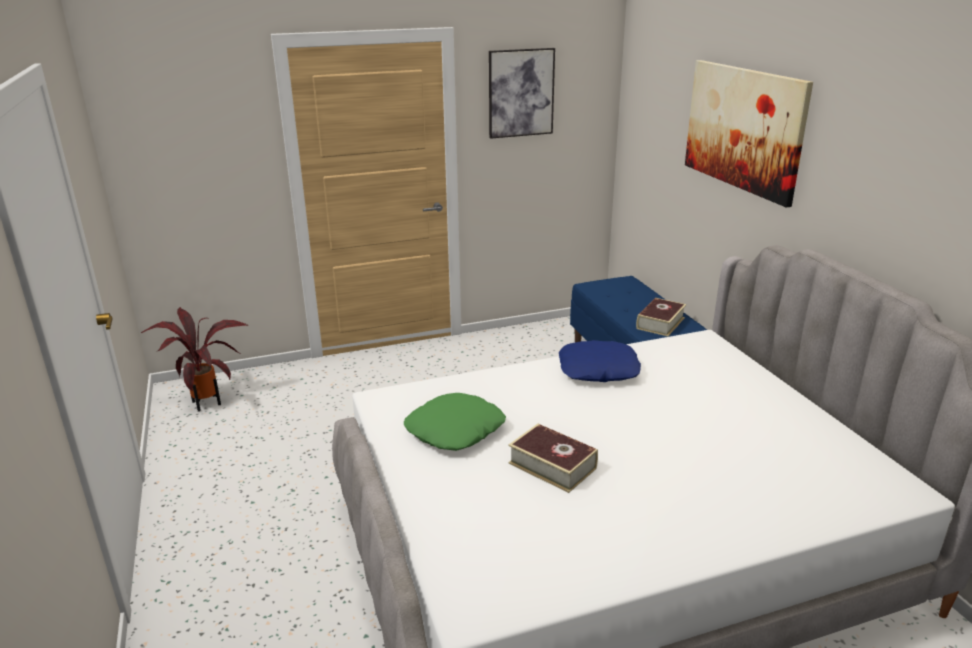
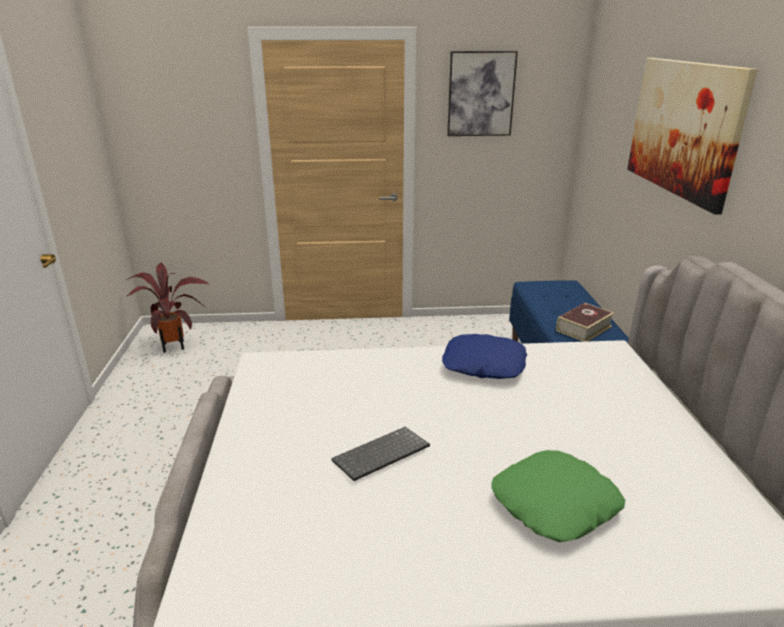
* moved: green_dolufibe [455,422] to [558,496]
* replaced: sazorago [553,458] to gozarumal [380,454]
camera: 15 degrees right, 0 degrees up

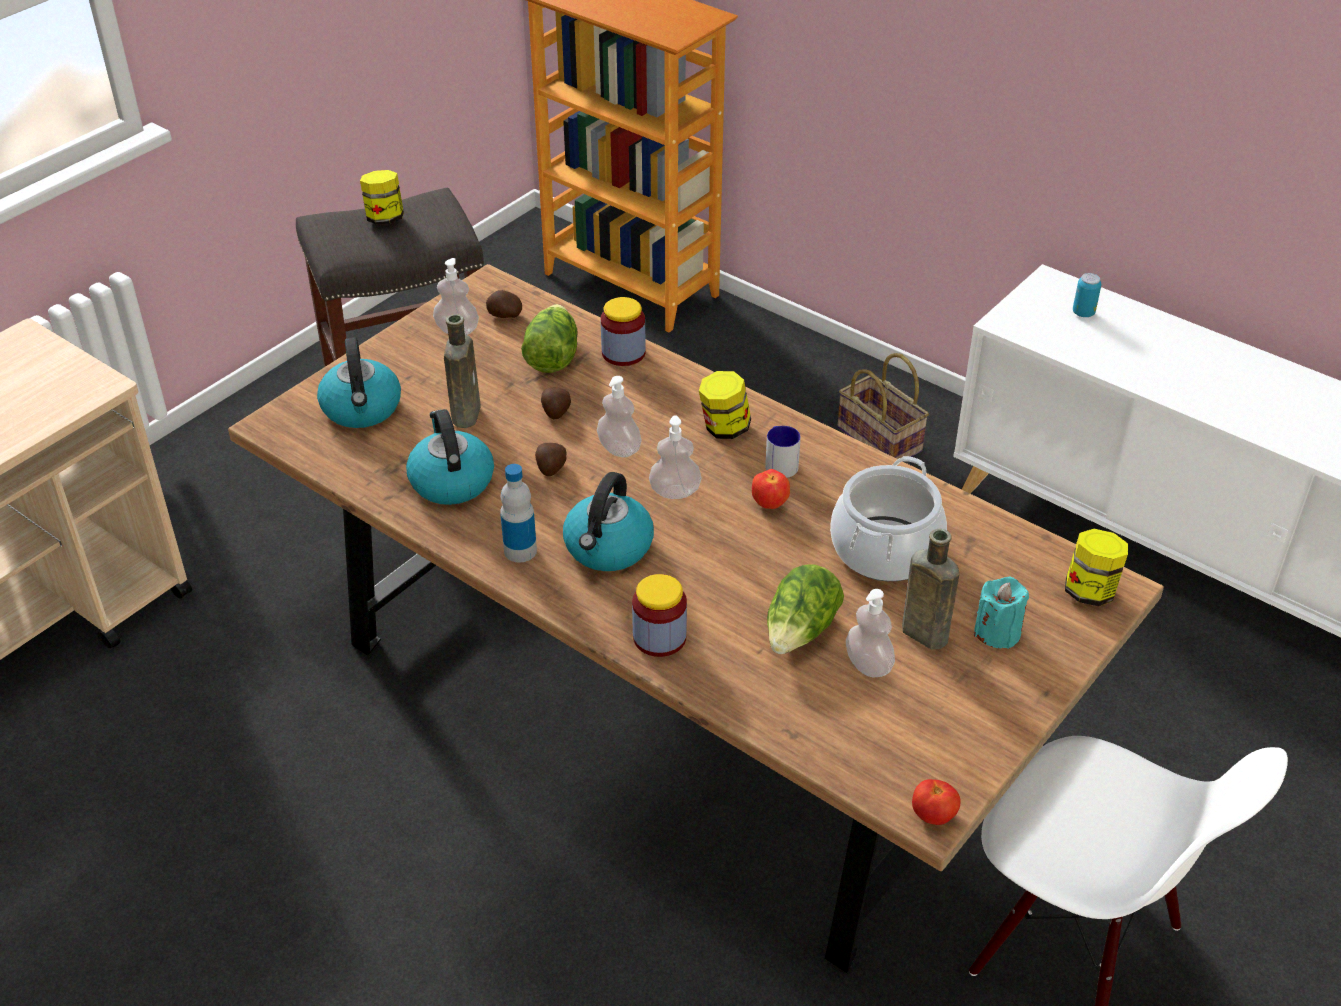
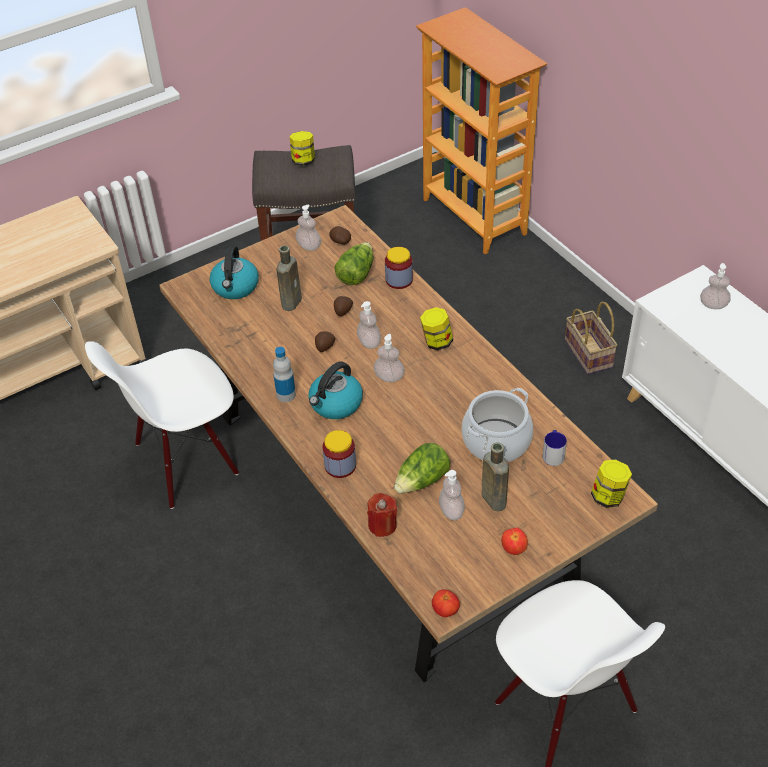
* replaced: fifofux [1087,295] to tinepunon [715,286]
* removed: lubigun [450,457]
* moved: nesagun [783,452] to [554,448]
* moved: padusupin [771,489] to [514,541]
* removed: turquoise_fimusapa [1001,612]
* added: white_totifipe [162,425]
* added: red_fimusapa [382,515]
camera: 20 degrees right, 5 degrees up

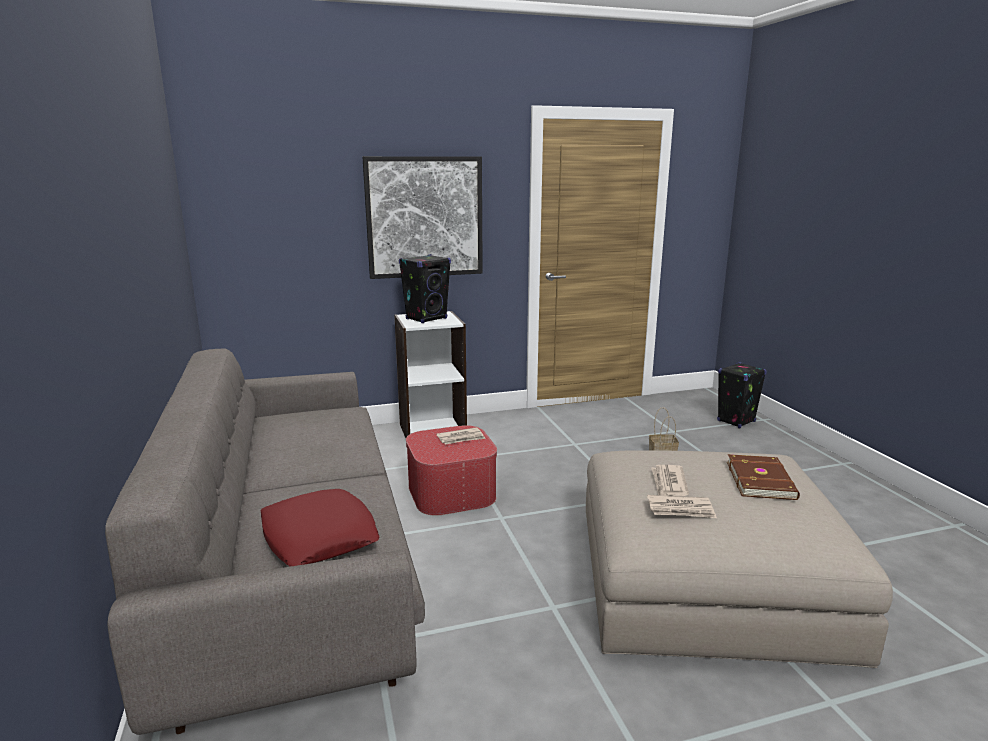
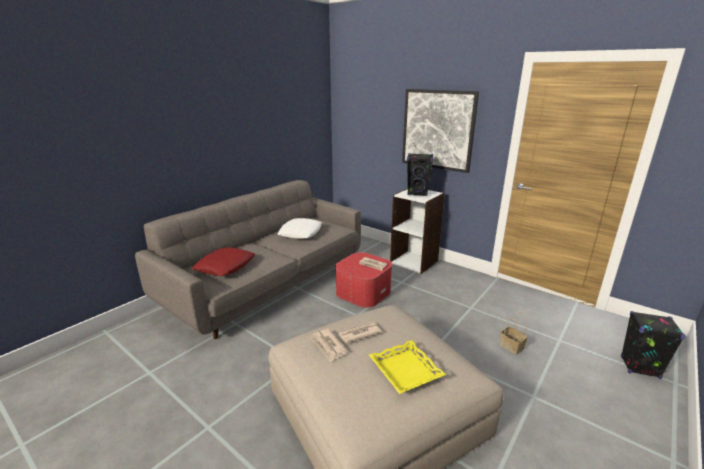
* replaced: brown_sazorago [763,477] to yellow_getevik [407,367]
* added: white_dolufibe [300,228]
camera: 55 degrees right, 5 degrees up

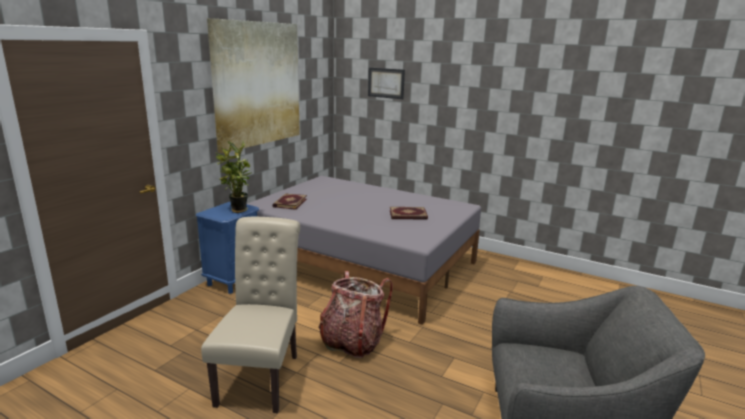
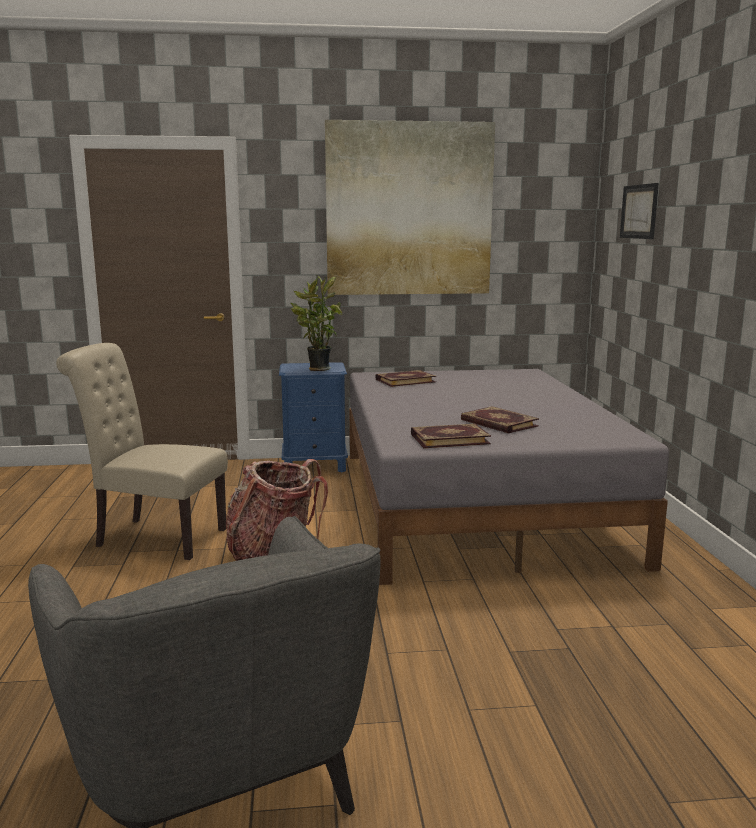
* turned: beige_totifipe [250,315] = [142,451] 135 degrees counterclockwise
* added: sazorago [451,436]
camera: 55 degrees right, 5 degrees down

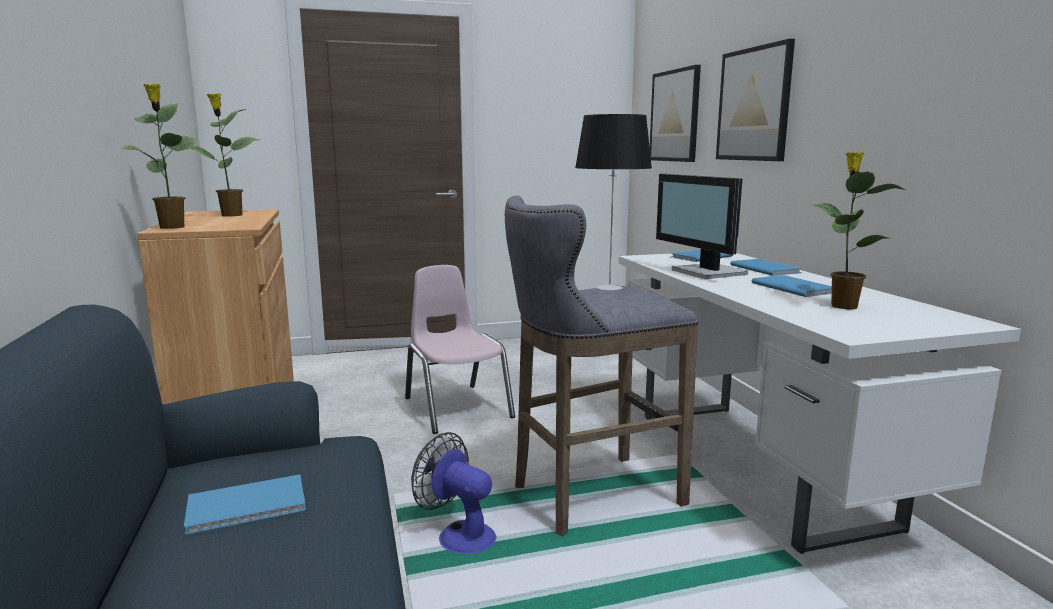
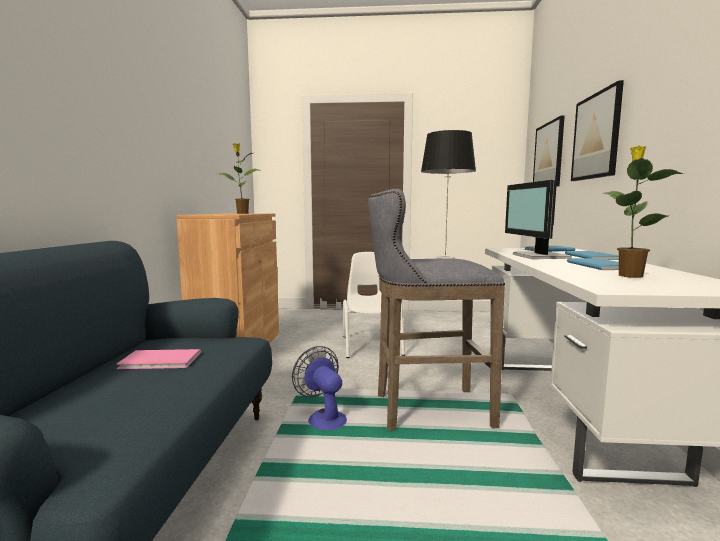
* removed: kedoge [158,156]
* recoloured: pink_totifipe [460,349] to white_totifipe [374,305]
* recoloured: blue_sazorago [245,504] to pink_sazorago [159,359]
camera: 20 degrees right, 5 degrees down

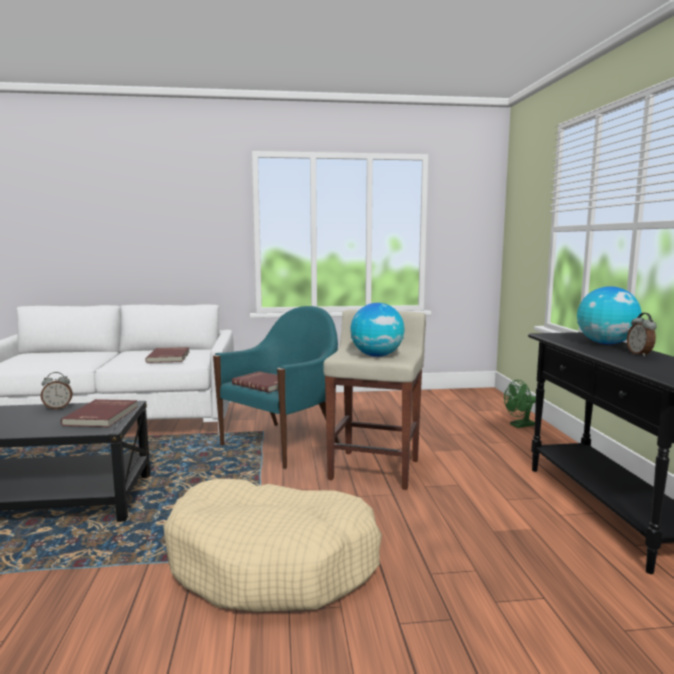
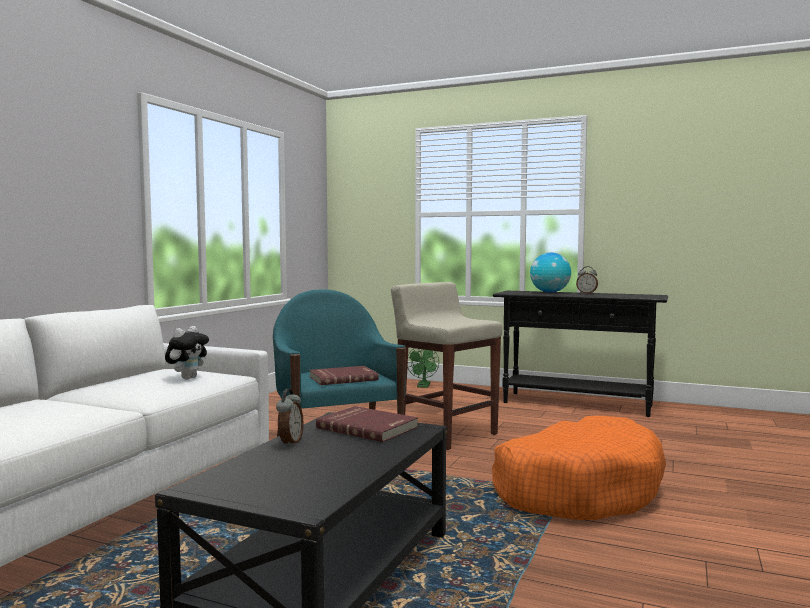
* removed: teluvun [377,330]
* replaced: red_sazorago [167,355] to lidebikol [187,353]
* recoloured: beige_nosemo [272,545] to orange_nosemo [579,468]
camera: 60 degrees left, 5 degrees down

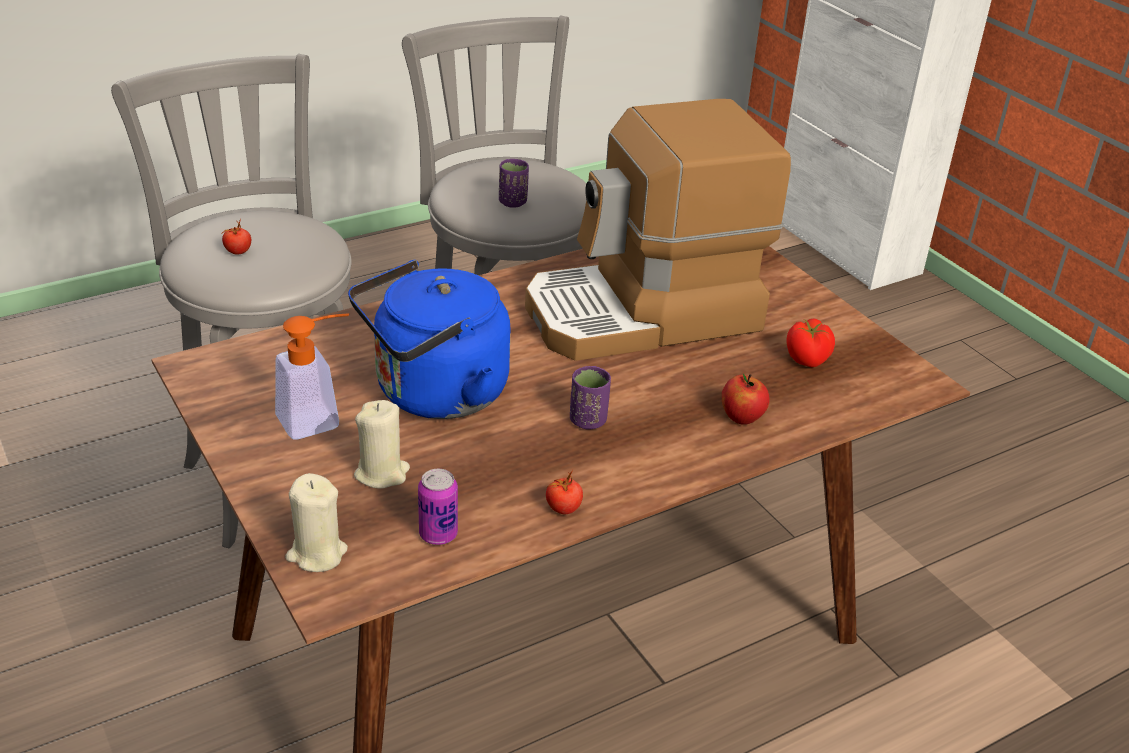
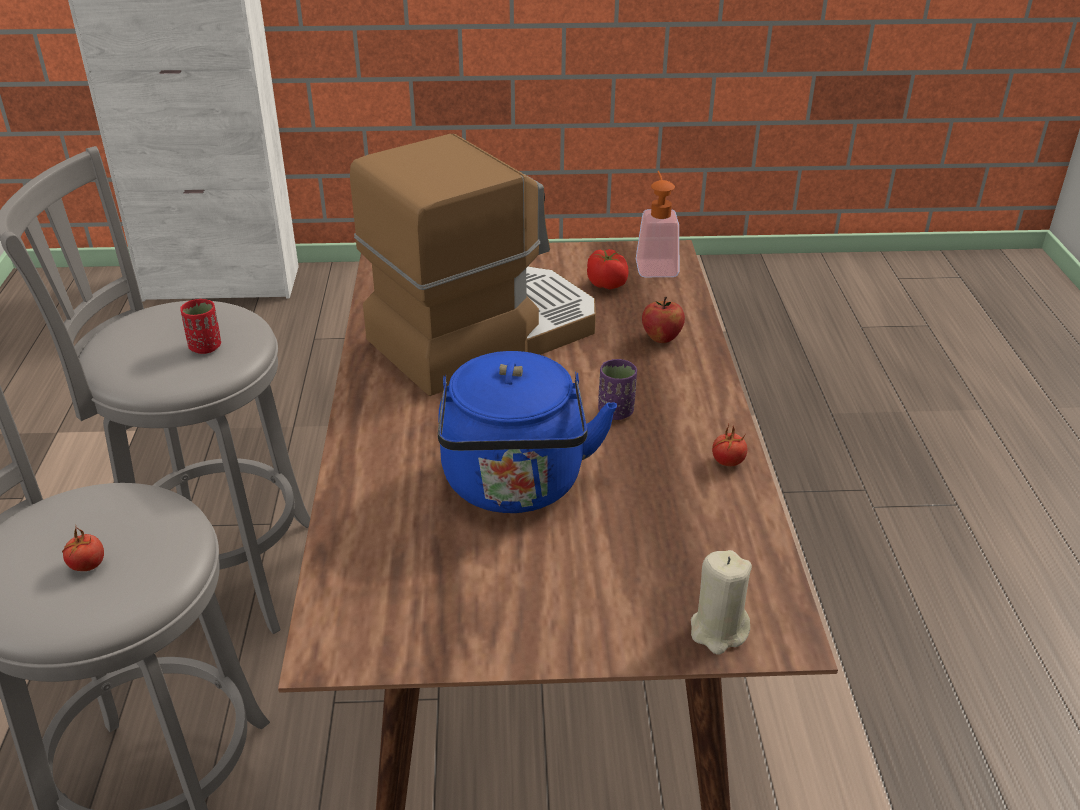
* turned: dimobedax [658,230] = [473,265] 135 degrees counterclockwise
* recoloured: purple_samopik [514,183] to red_samopik [201,326]
* moved: tinepunon [312,376] to [657,224]
* removed: beige_fimusapa [382,444]
* removed: fifofux [438,507]
camera: 60 degrees left, 0 degrees up

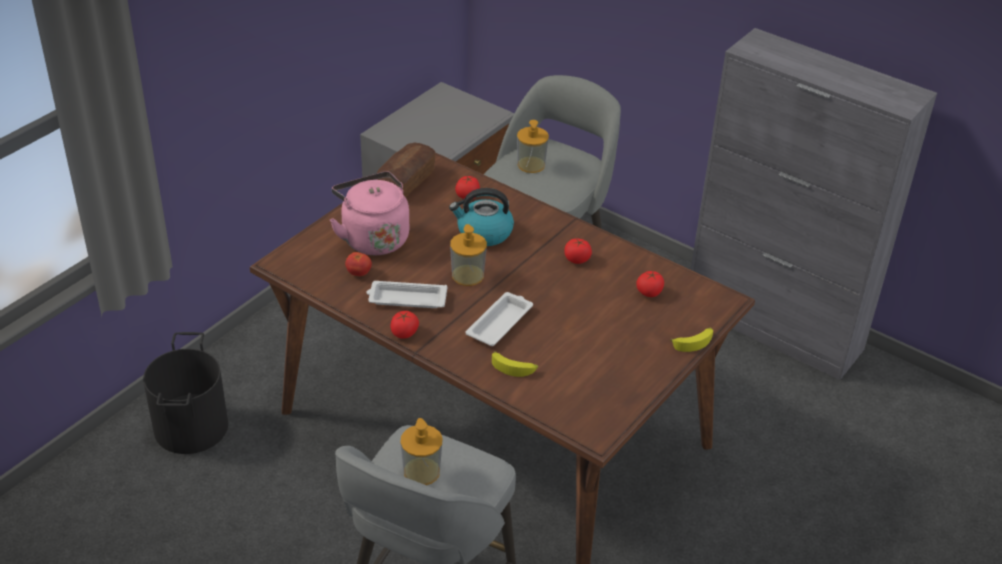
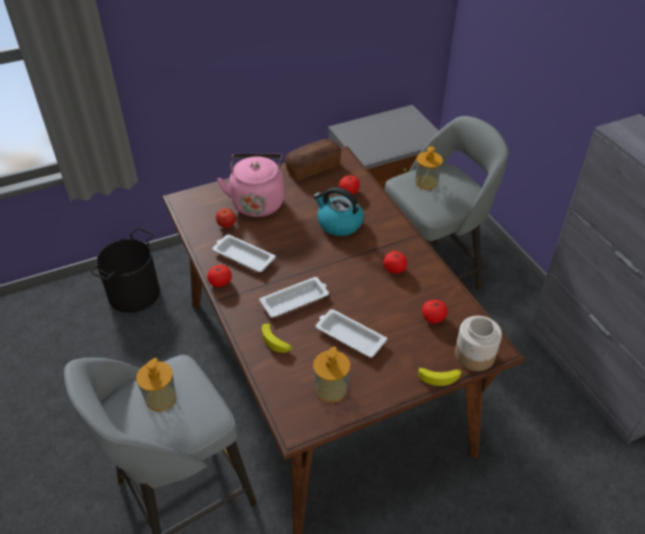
* moved: tinepunon [468,255] to [331,374]
* added: white_getevik [351,333]
* added: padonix [478,343]
camera: 30 degrees right, 5 degrees up

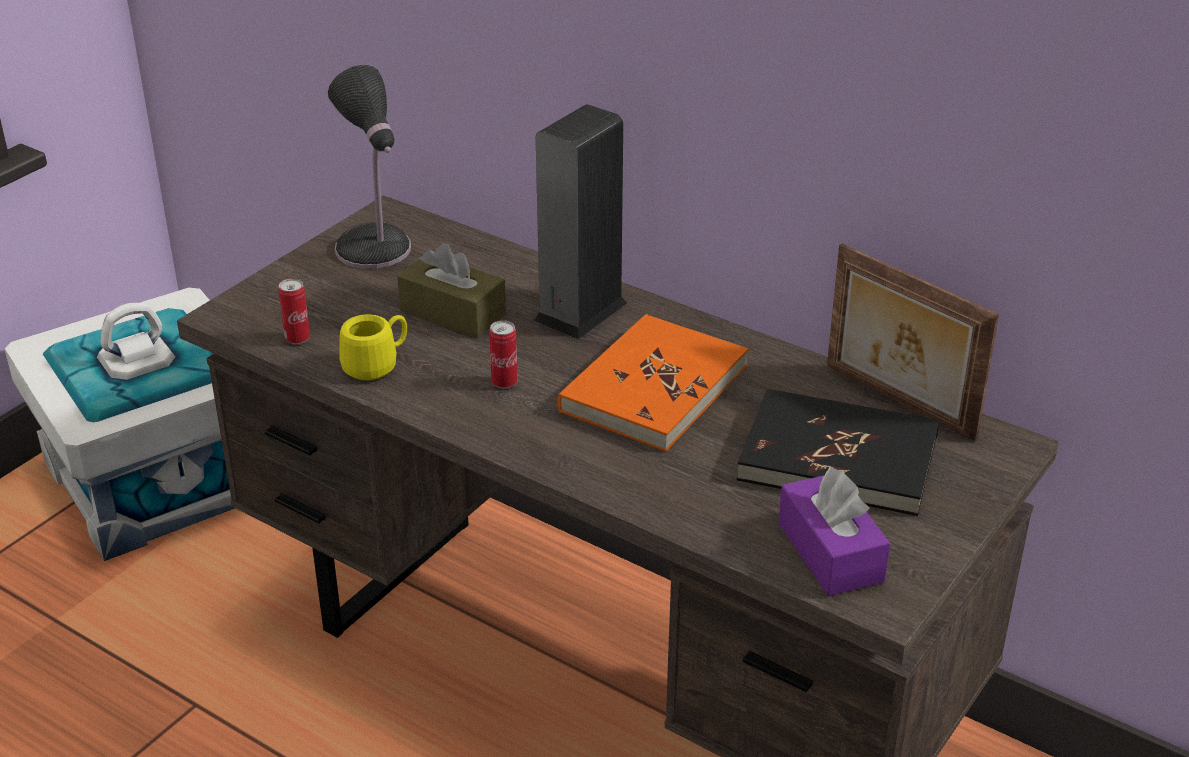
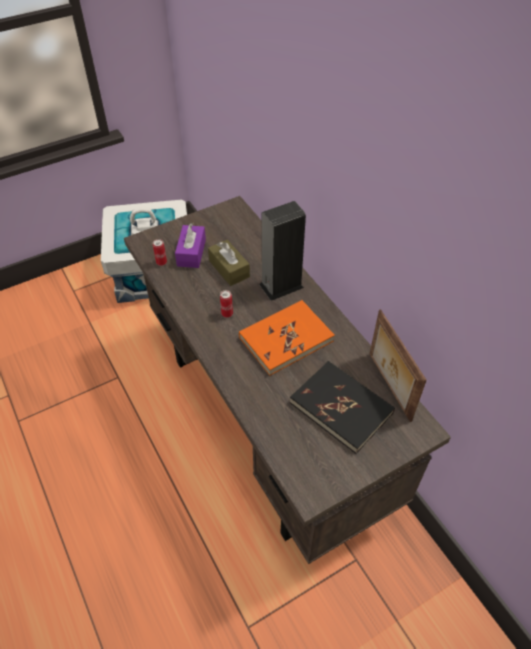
* removed: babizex [369,166]
* removed: yellow_nesagun [373,347]
* moved: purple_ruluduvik [834,531] to [190,245]
camera: 25 degrees right, 15 degrees up

